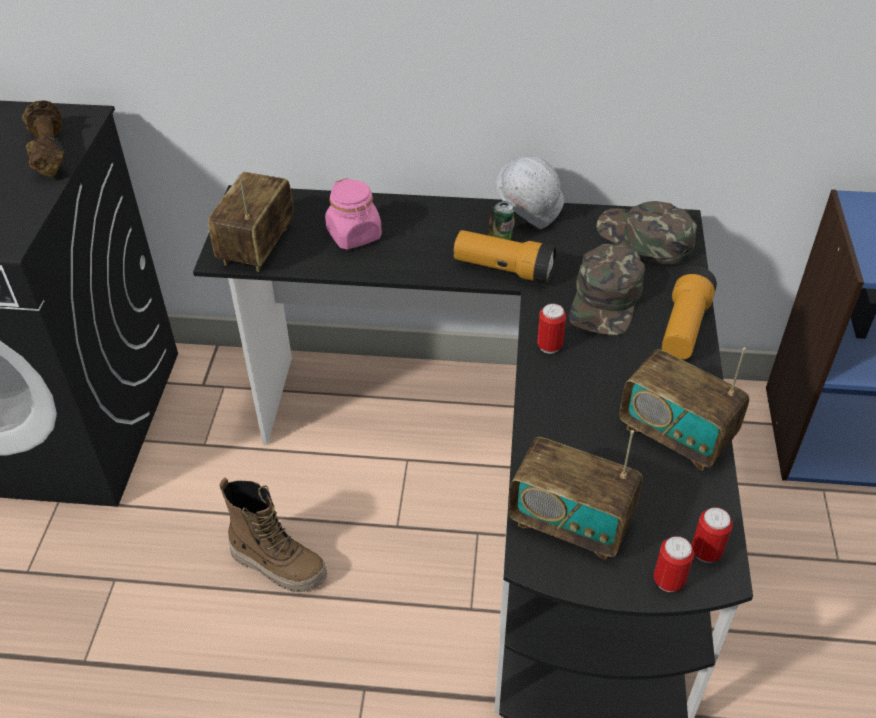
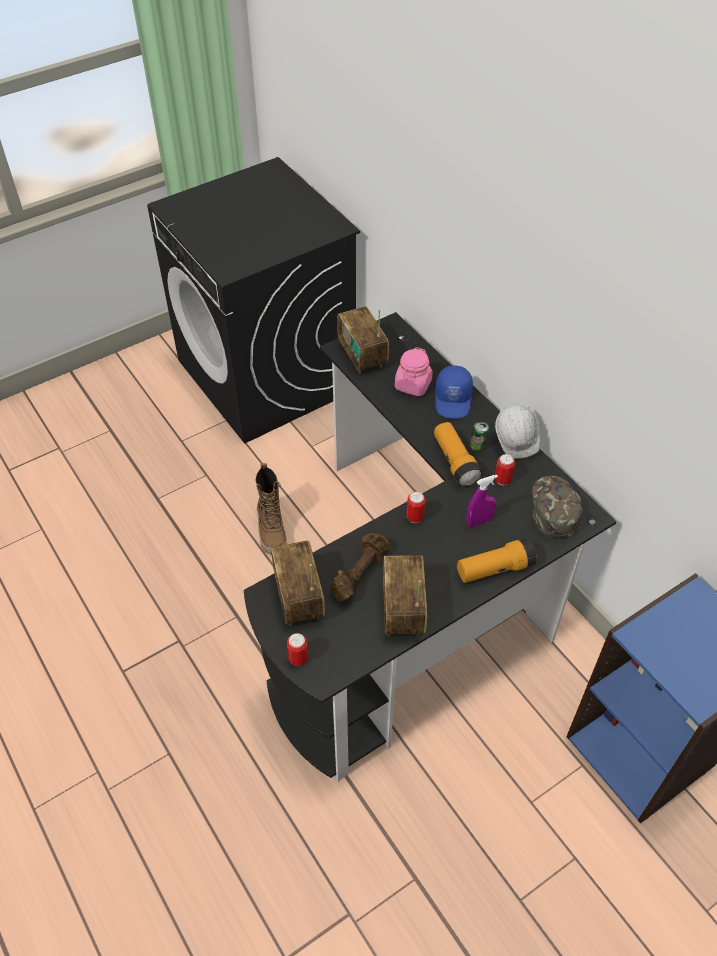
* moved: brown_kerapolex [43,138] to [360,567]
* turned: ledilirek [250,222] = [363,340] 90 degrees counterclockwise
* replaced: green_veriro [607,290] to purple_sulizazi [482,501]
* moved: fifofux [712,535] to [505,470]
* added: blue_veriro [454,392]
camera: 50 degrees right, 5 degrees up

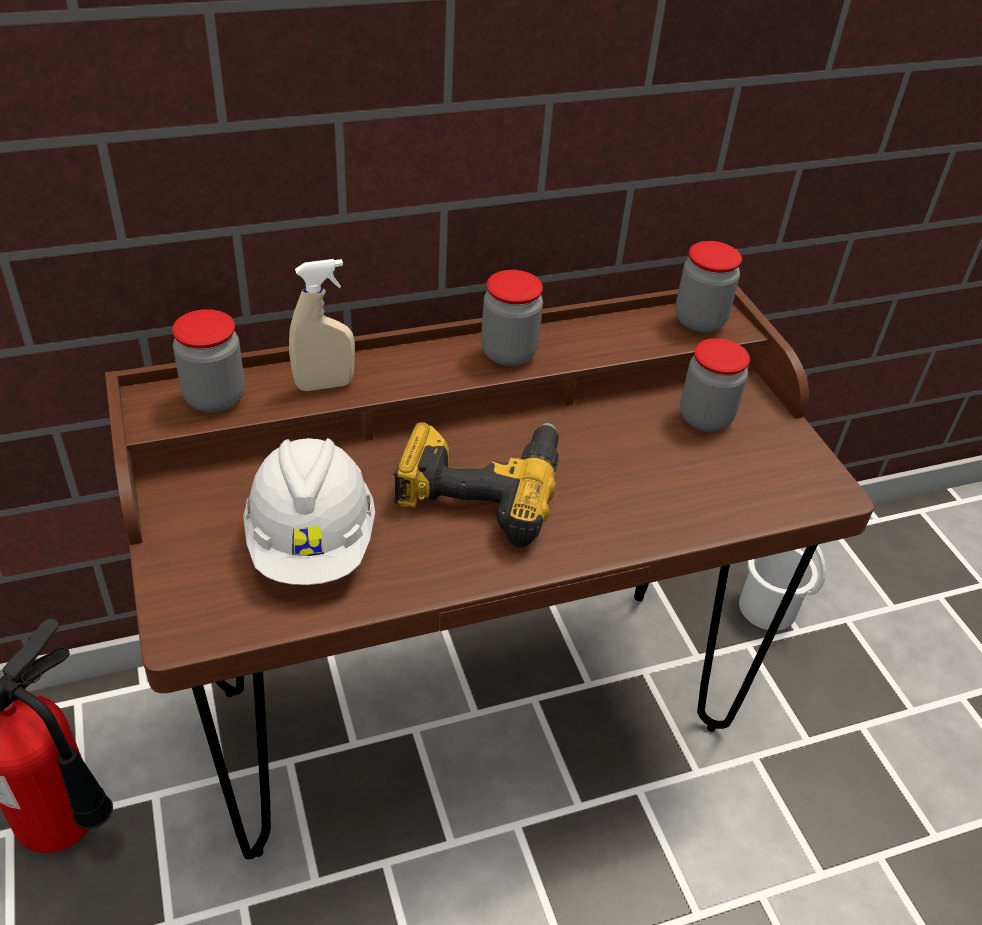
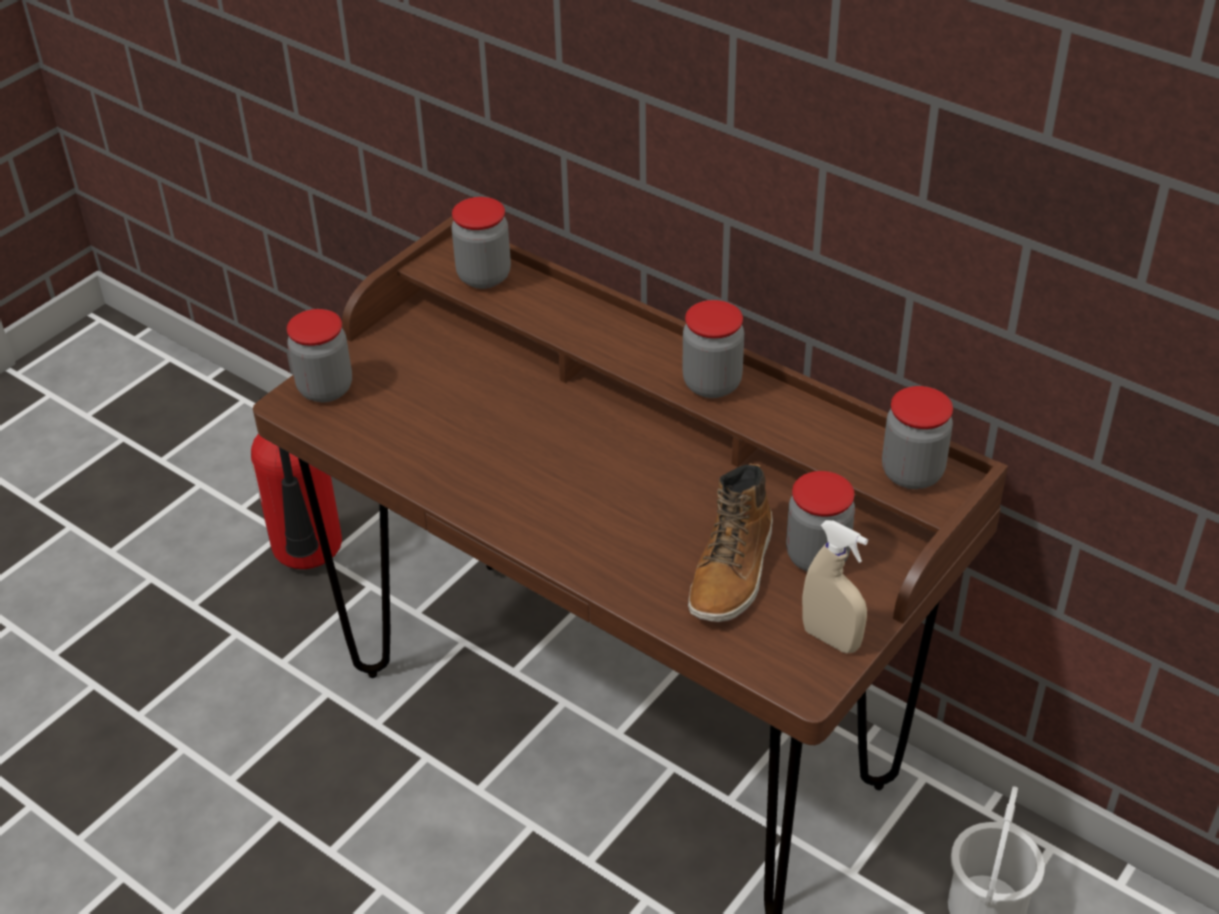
* moved: beige_sulizazi [322,325] to [835,587]
* removed: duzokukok [476,484]
* removed: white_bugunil [309,511]
* added: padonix [319,355]
* added: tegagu [730,542]
camera: 60 degrees right, 0 degrees up

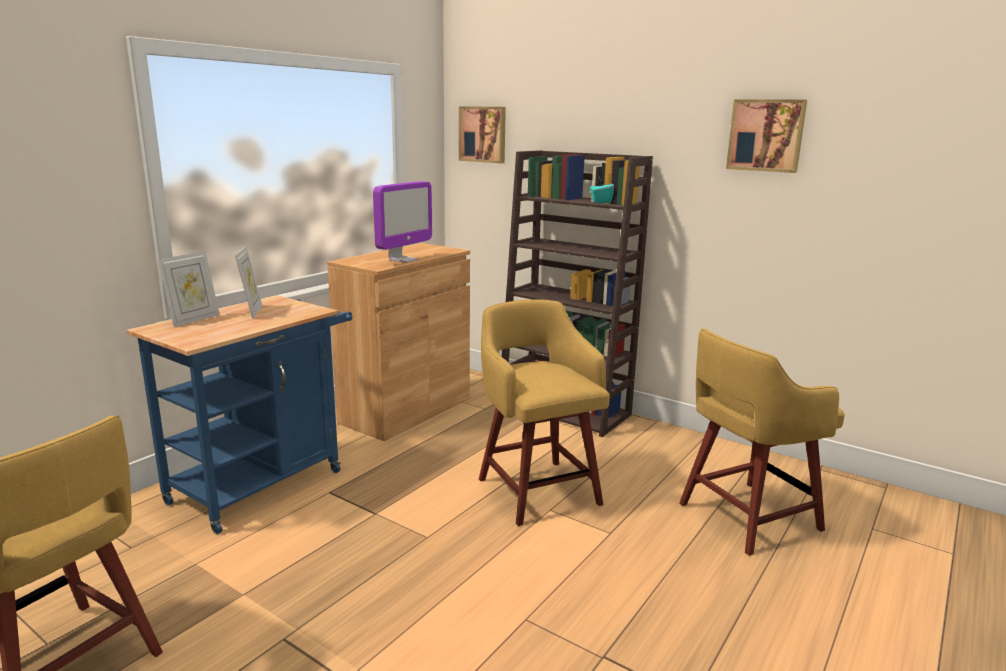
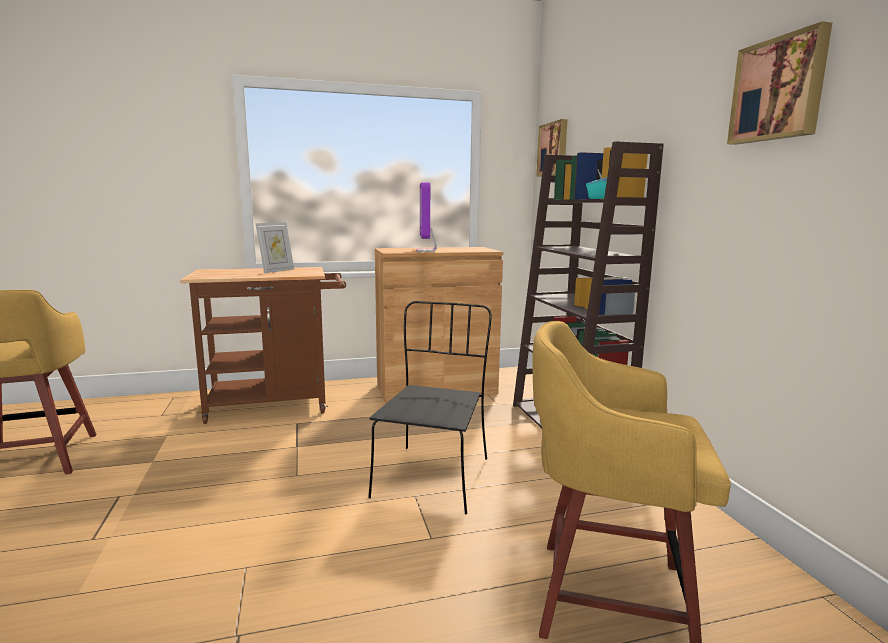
* turned: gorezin [402,222] = [426,217] 105 degrees clockwise
* removed: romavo [189,289]
* recoloured: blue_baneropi [239,414] to brown_baneropi [263,345]
* replaced: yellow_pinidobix [544,412] to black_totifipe [430,407]
camera: 40 degrees right, 5 degrees down

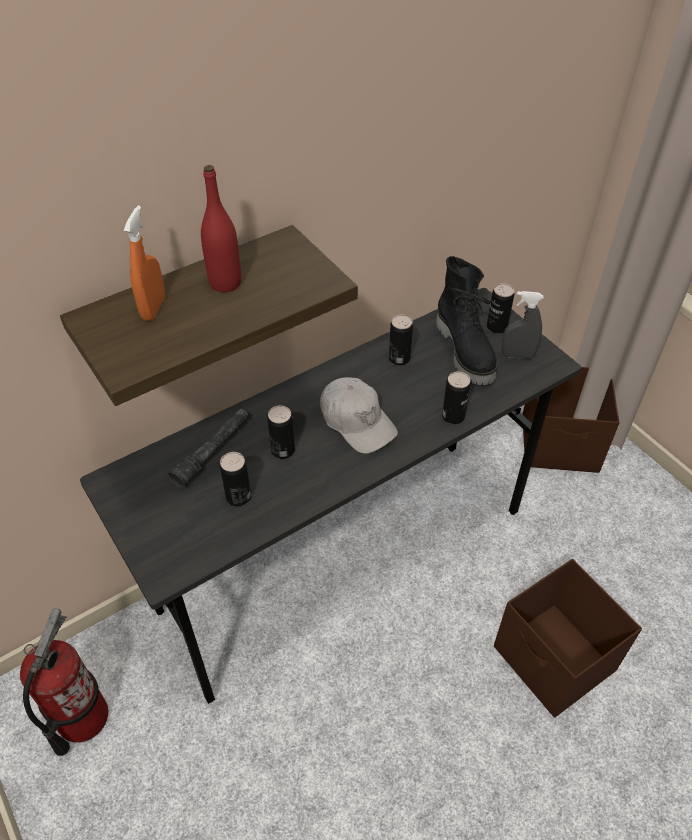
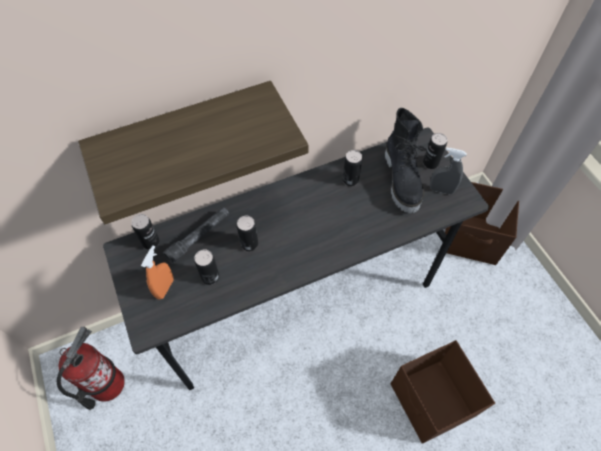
* removed: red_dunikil [221,228]
* moved: orange_sulizazi [144,263] to [157,272]
* moved: fifofux [456,397] to [145,232]
* removed: white_veriro [359,415]
camera: 10 degrees right, 10 degrees up

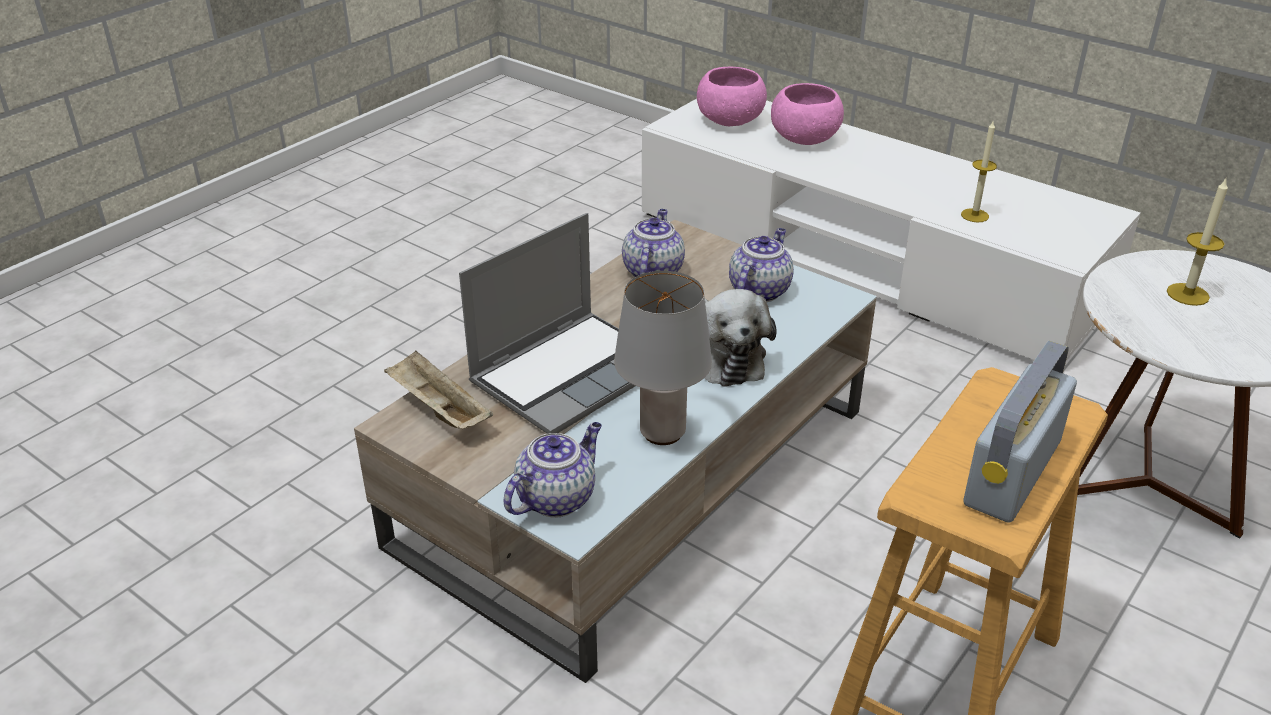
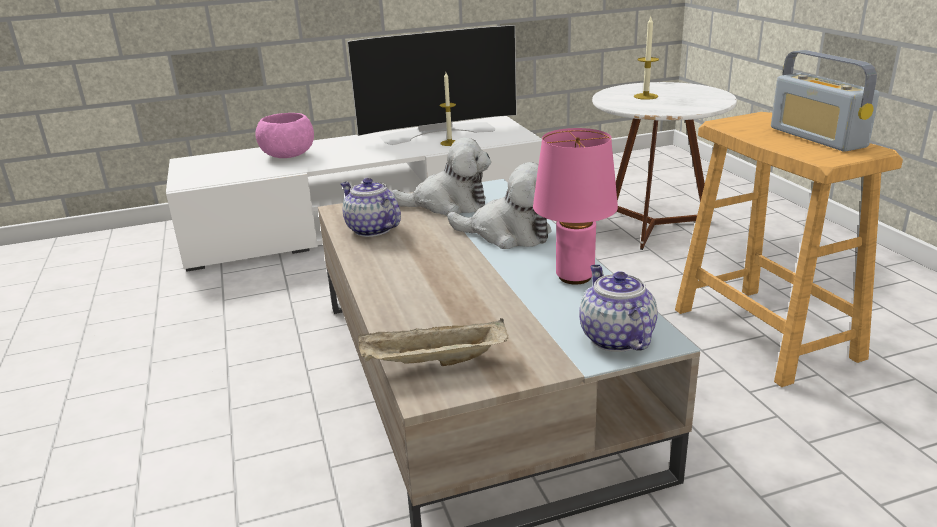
* removed: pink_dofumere [732,96]
* removed: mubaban [547,323]
* replaced: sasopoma [761,265] to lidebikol [441,176]
* recoloured: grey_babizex [663,358] to pink_babizex [575,206]
* added: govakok [432,85]
camera: 55 degrees left, 10 degrees down

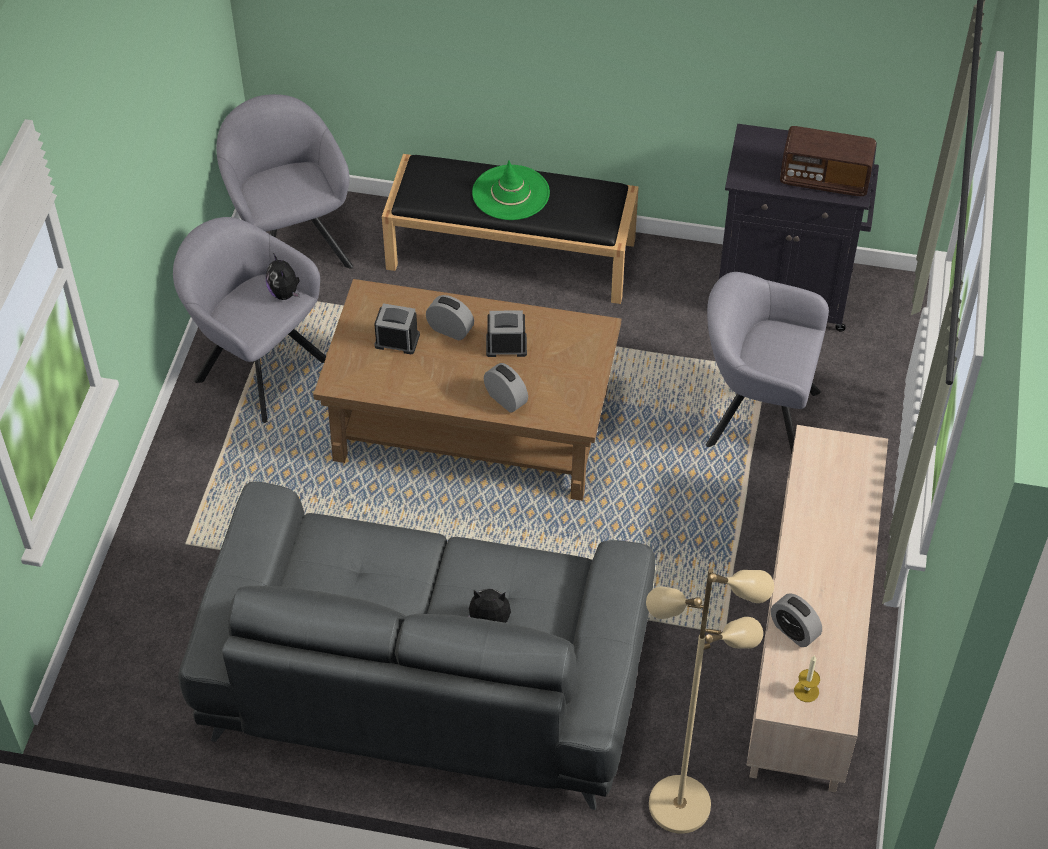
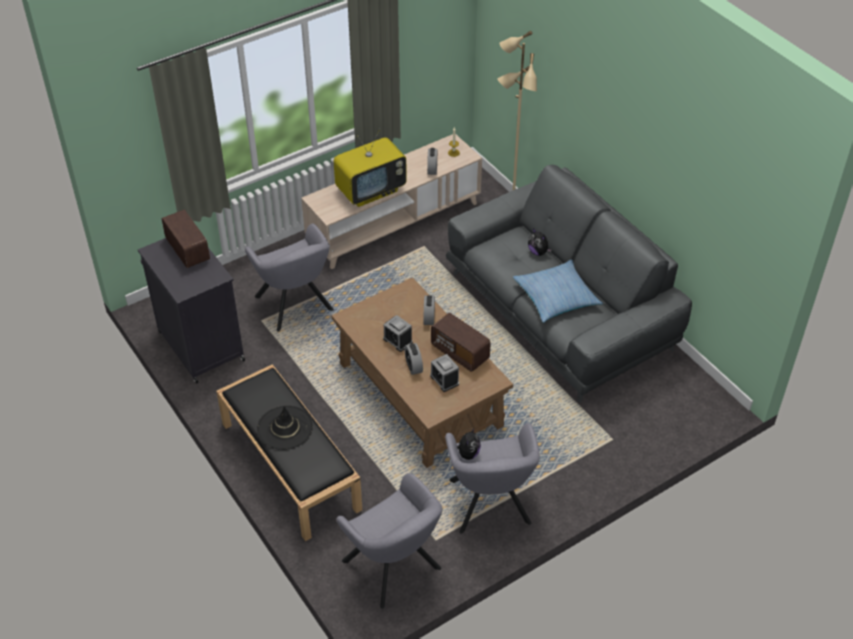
* turned: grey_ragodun [284,181] = [389,541] 60 degrees counterclockwise
* recoloured: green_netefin [511,190] to black_netefin [285,427]
* added: govakok [370,167]
* added: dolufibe [558,291]
* added: ledilirek [461,342]
camera: 135 degrees left, 5 degrees down

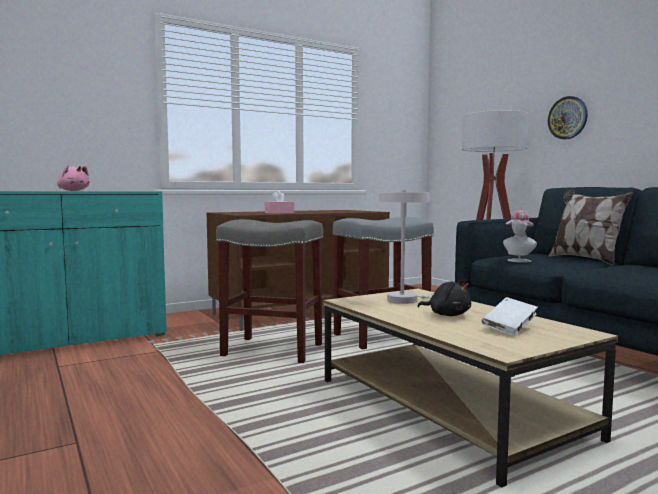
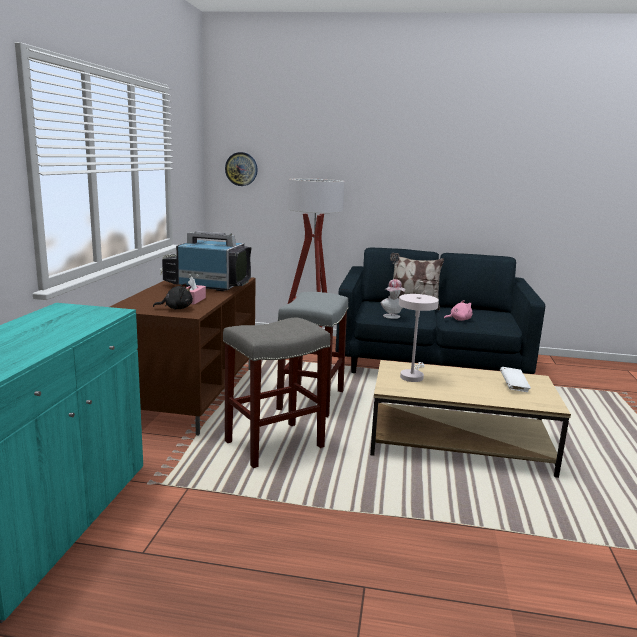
* moved: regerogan [568,117] to [241,169]
* moved: pink_lidebikol [73,178] to [458,310]
* moved: black_lidebikol [444,297] to [173,296]
* added: govakok [205,261]
camera: 50 degrees left, 10 degrees up

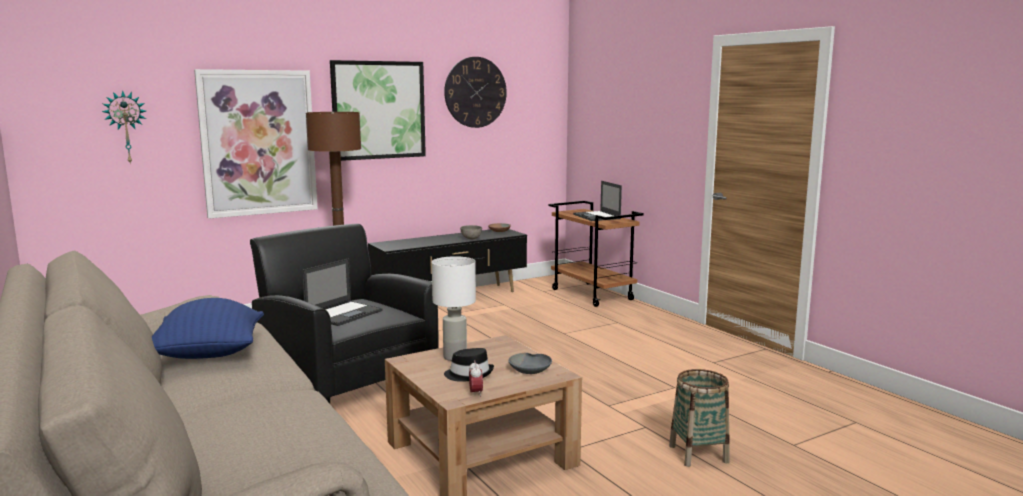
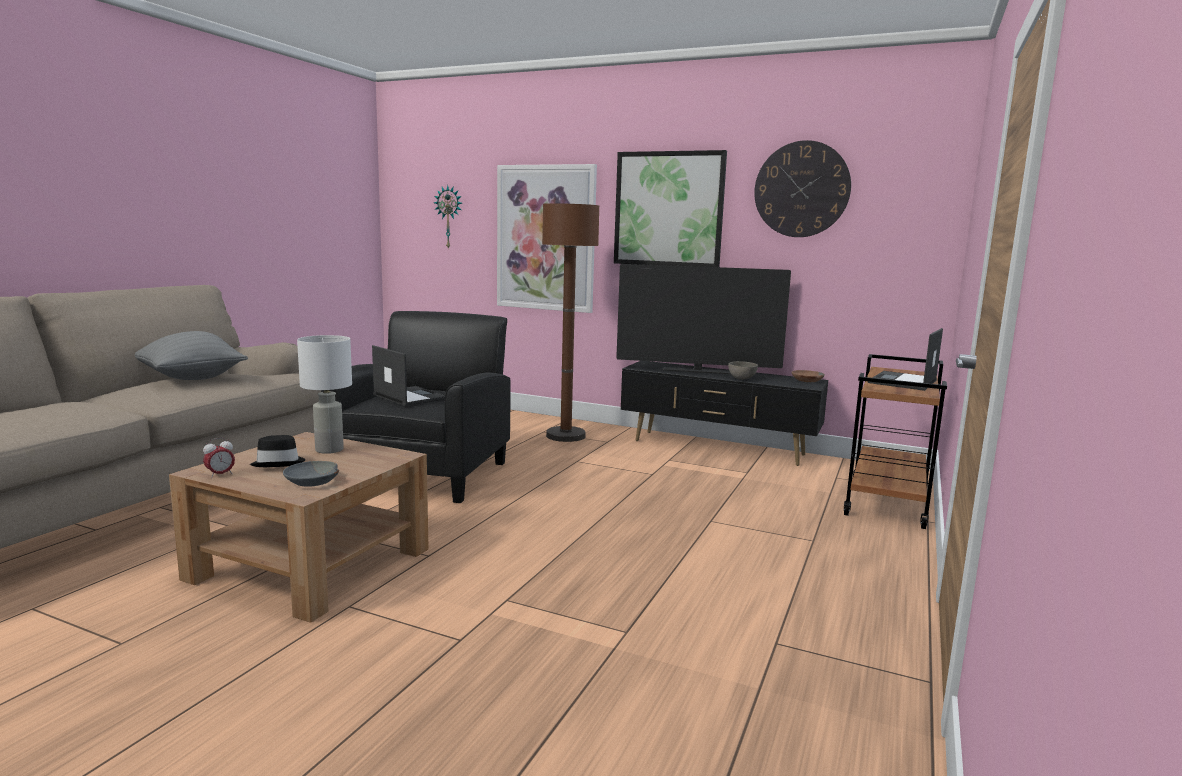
* turned: mubaban [342,292] = [408,375] 135 degrees counterclockwise
* recoloured: blue_dolufibe [208,328] to grey_dolufibe [191,355]
* removed: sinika [699,418]
* added: govakok [703,319]
camera: 55 degrees right, 0 degrees up

